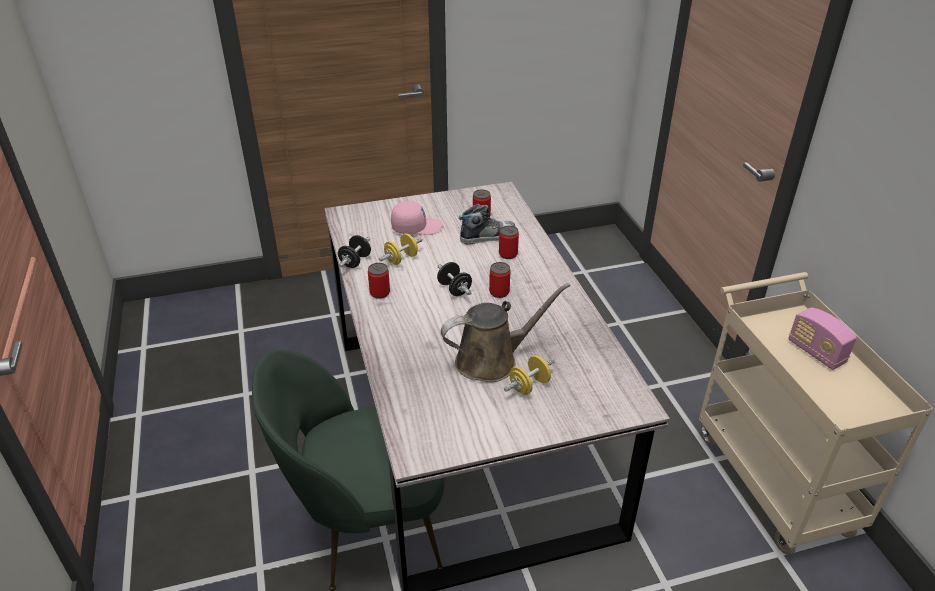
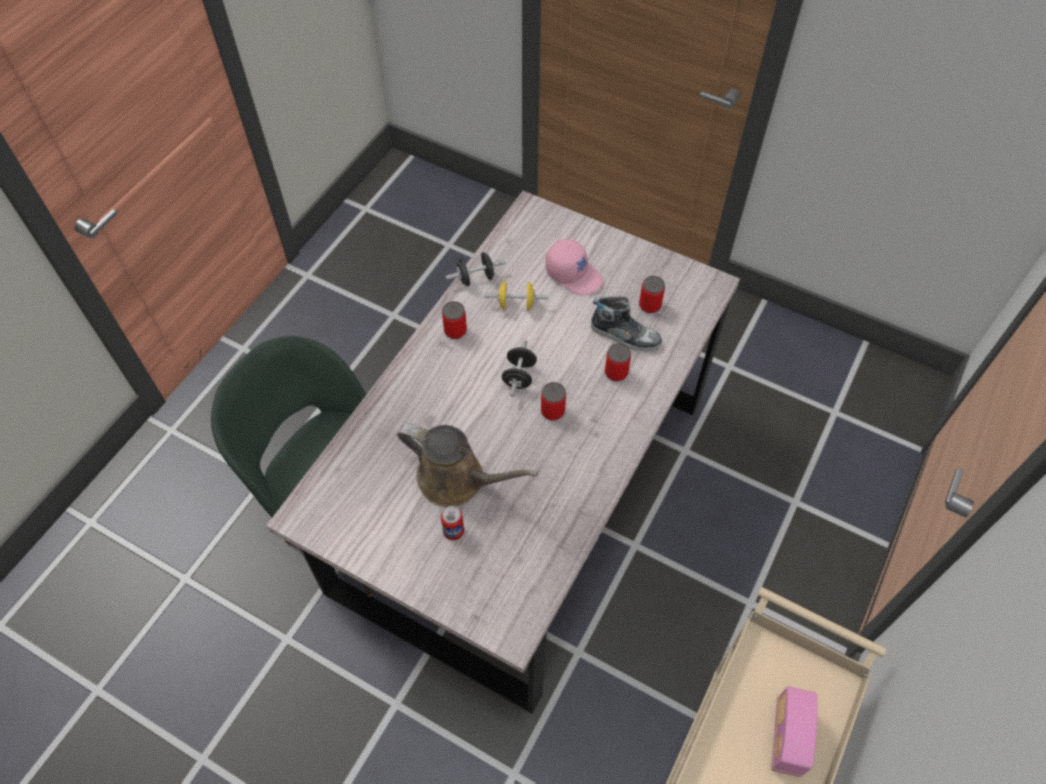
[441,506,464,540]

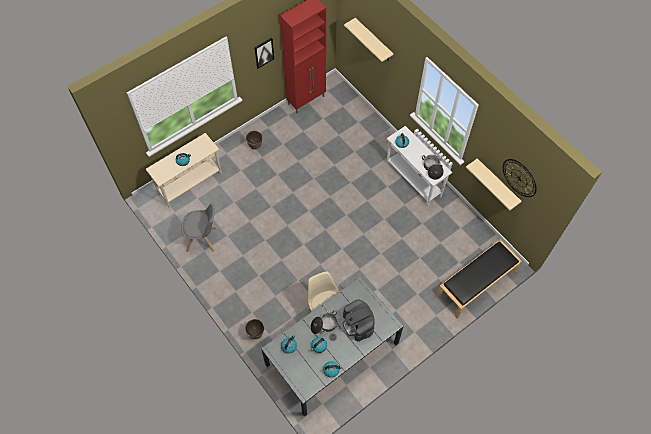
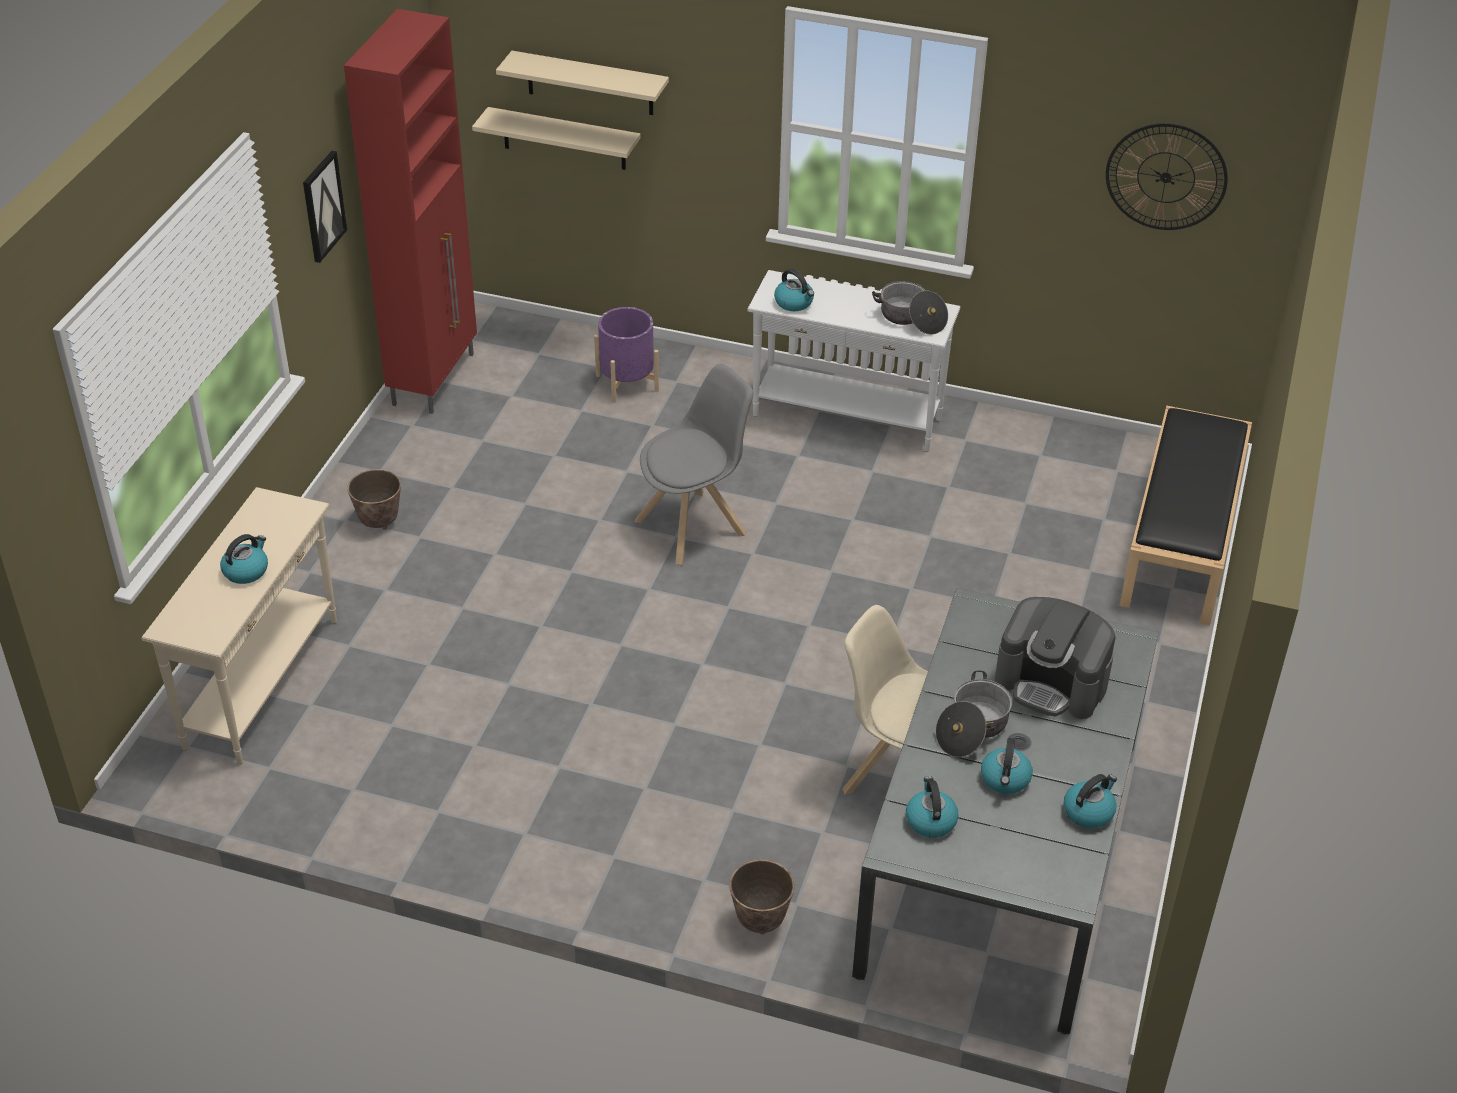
[594,307,659,403]
[634,364,753,565]
[472,107,641,170]

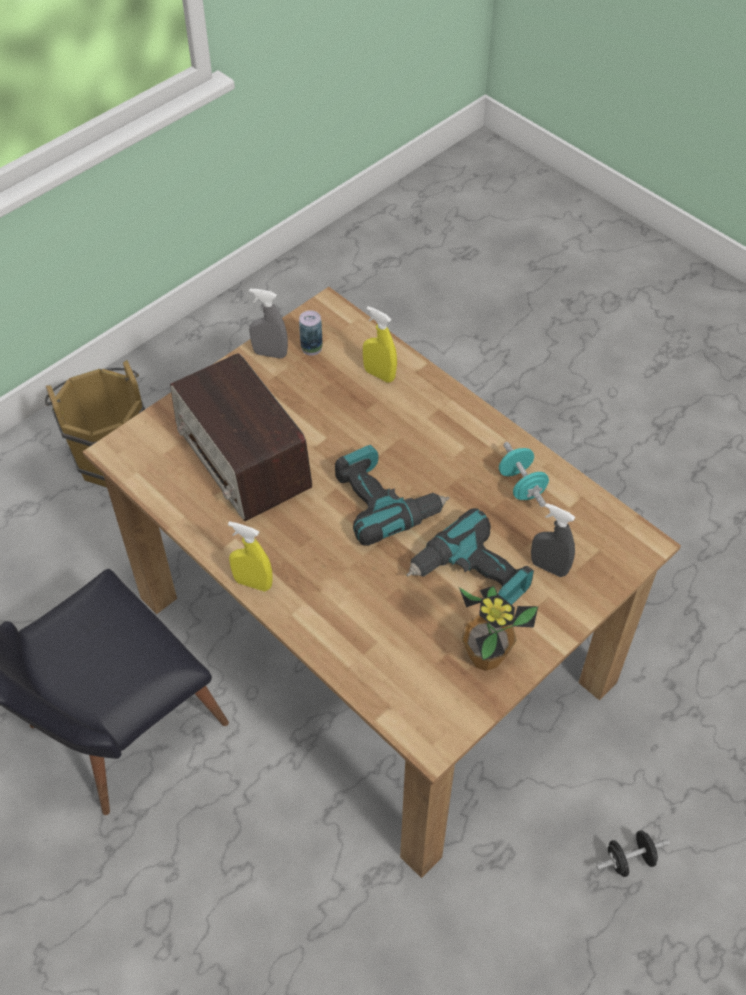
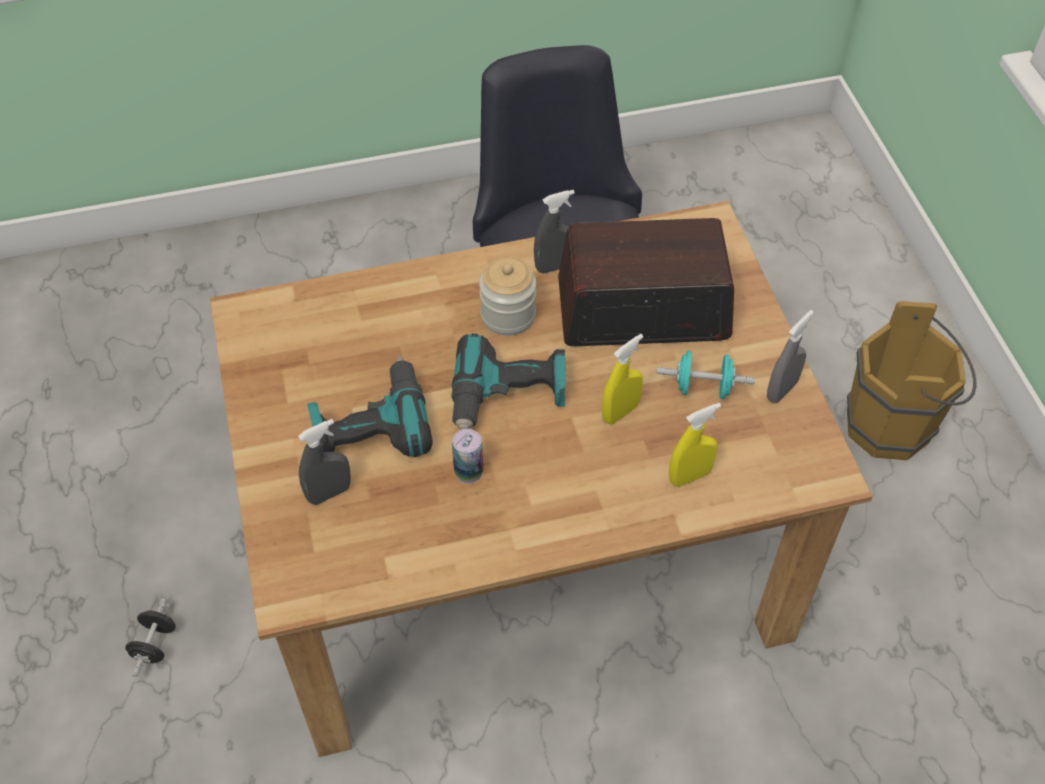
[459,586,538,671] (first image)
[479,257,536,336]
[534,190,575,273]
[602,334,643,424]
[452,429,483,483]
[657,351,755,399]

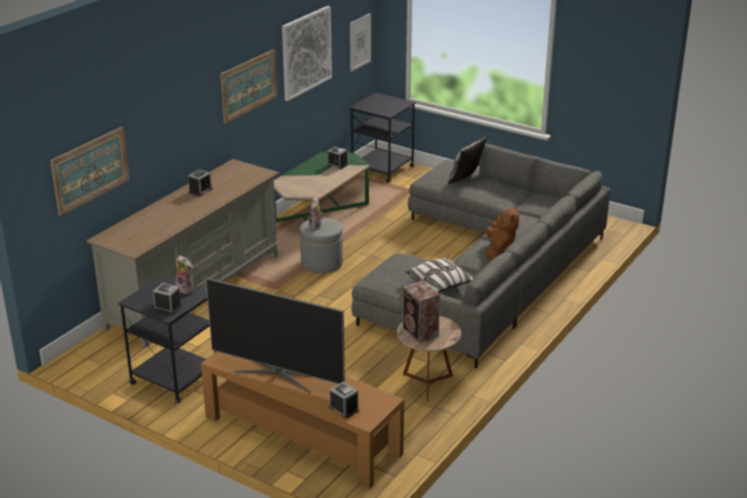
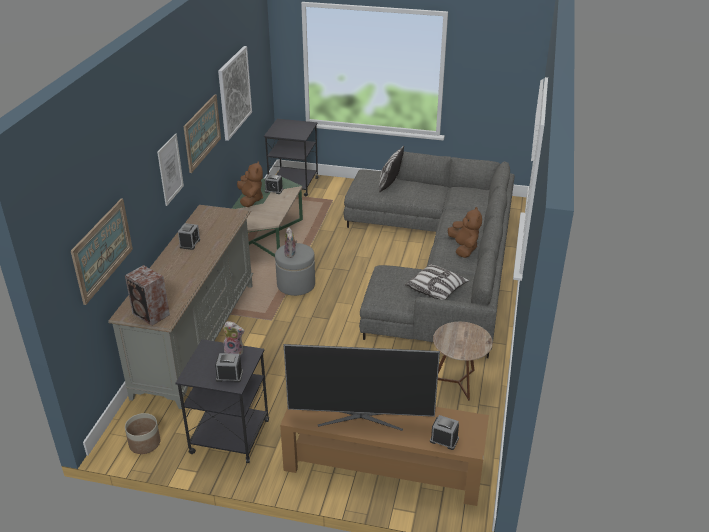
[125,413,160,454]
[237,162,263,207]
[157,134,184,206]
[125,265,170,326]

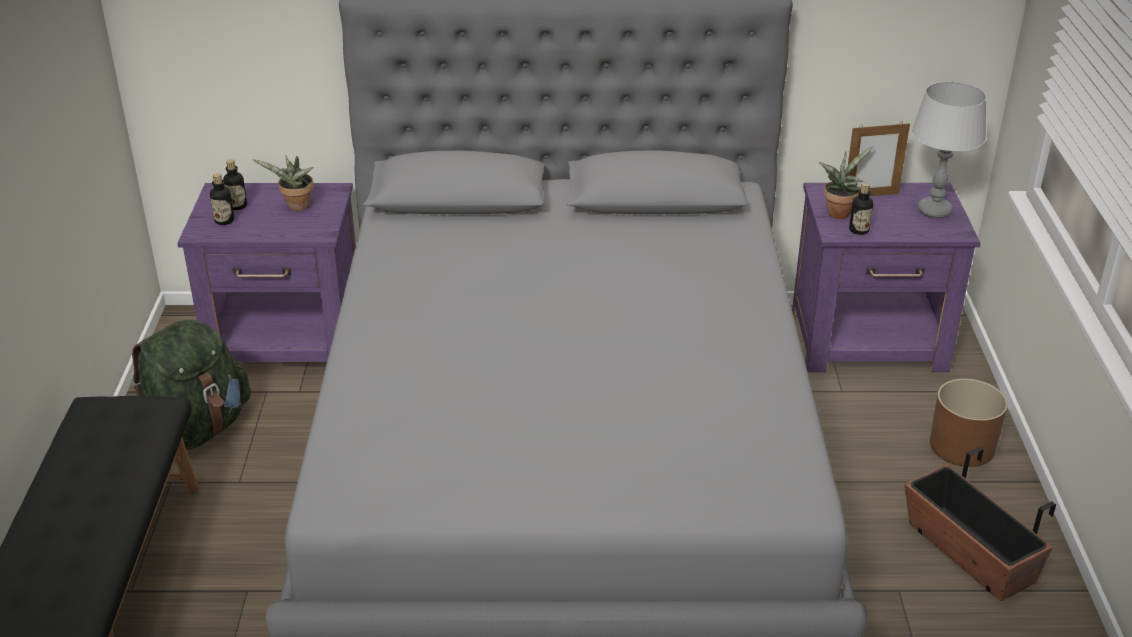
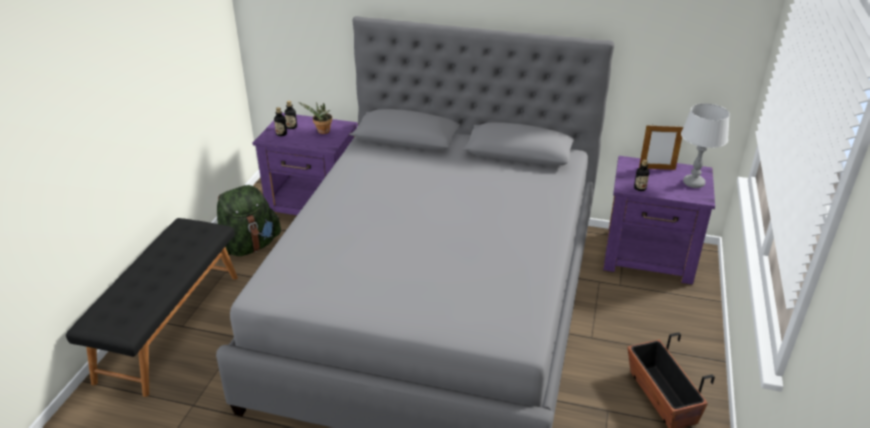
[819,146,874,219] (first image)
[930,379,1008,467] (first image)

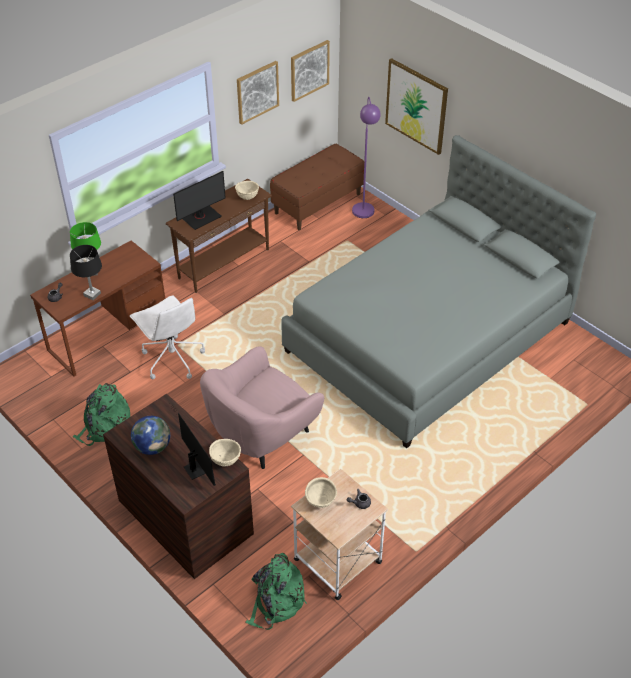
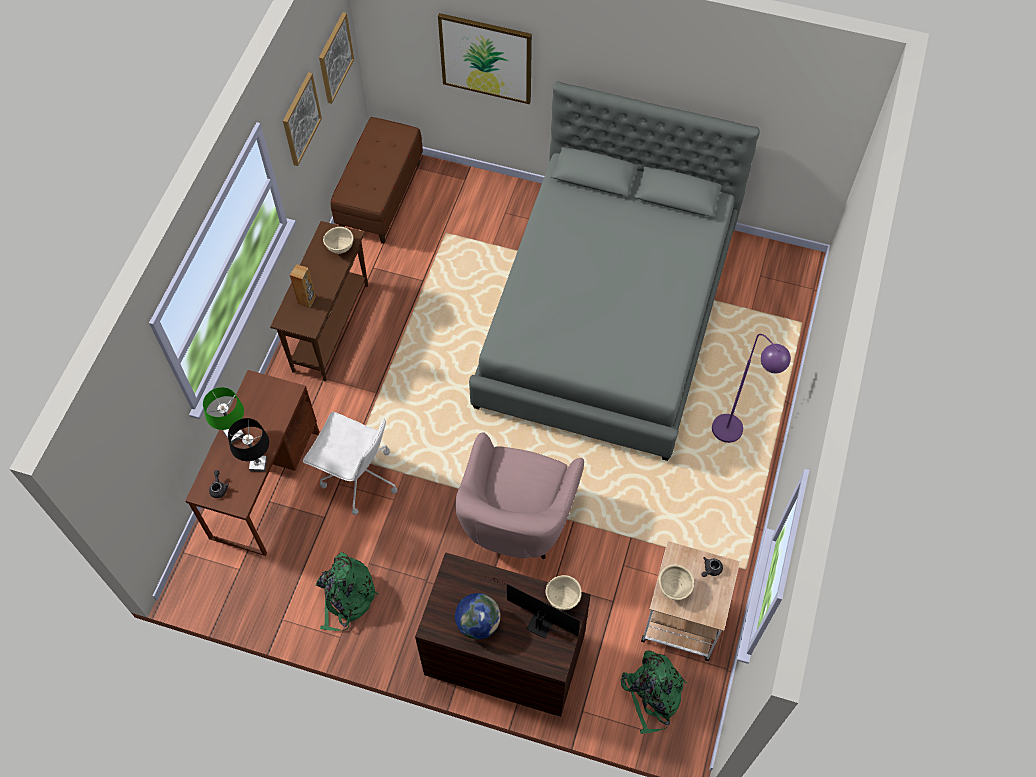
[712,334,791,443]
[290,264,316,308]

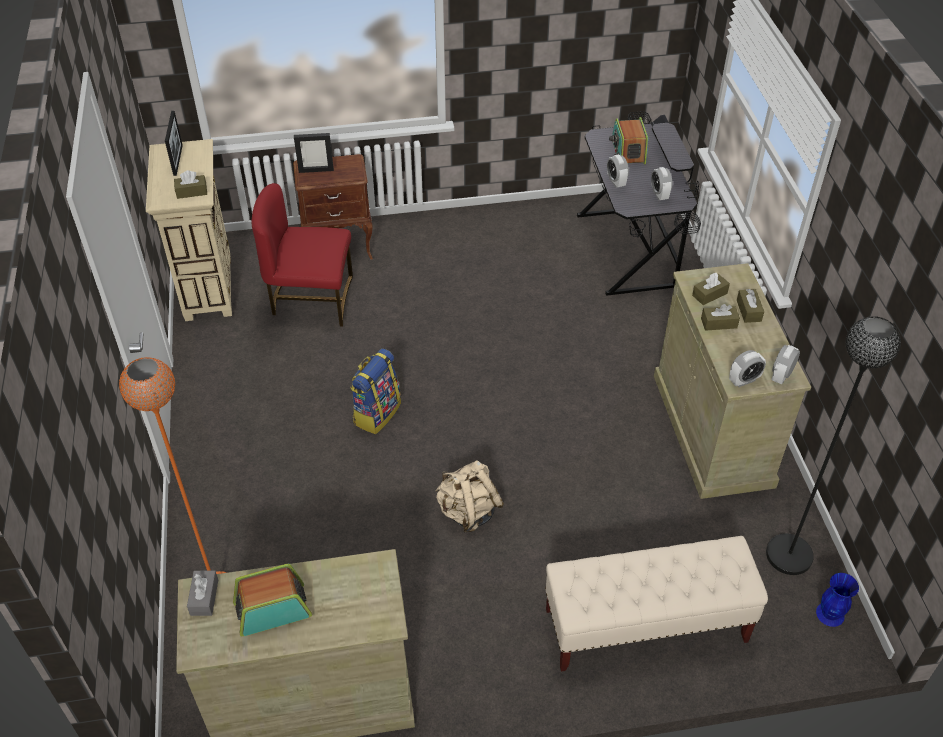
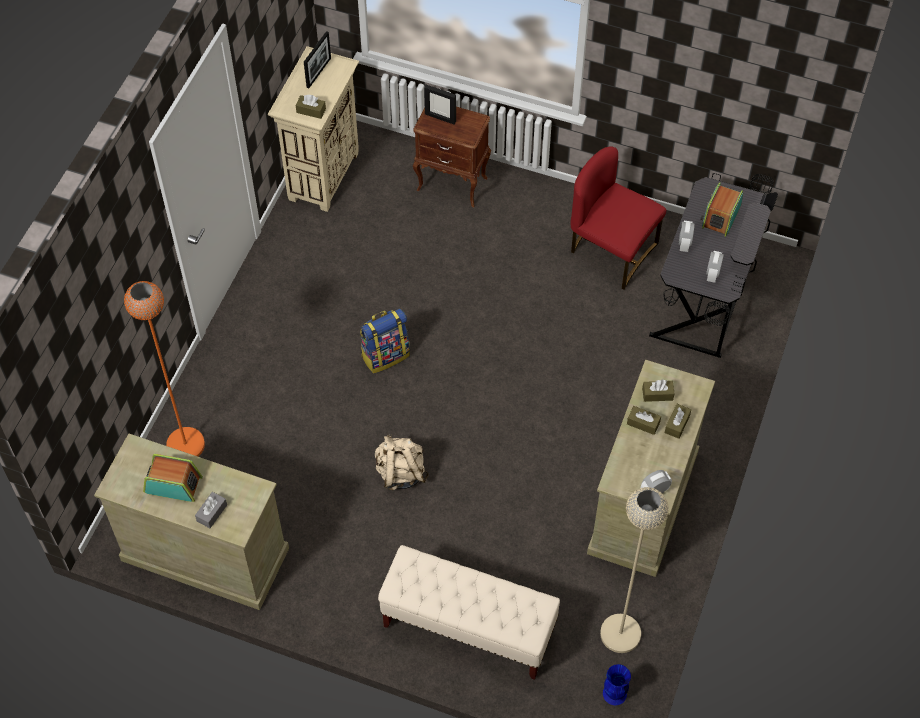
[729,350,766,387] (first image)
[195,492,227,528]
[571,147,666,290]
[600,487,669,653]

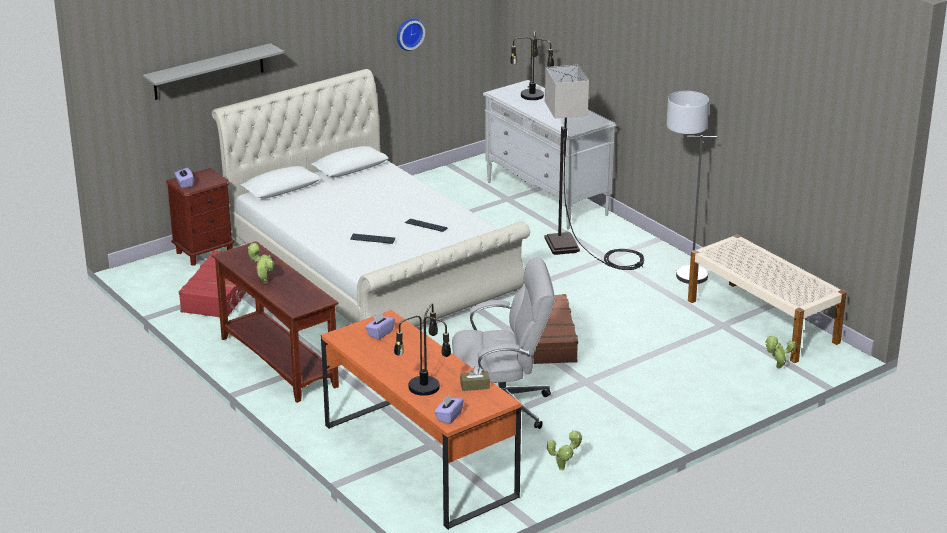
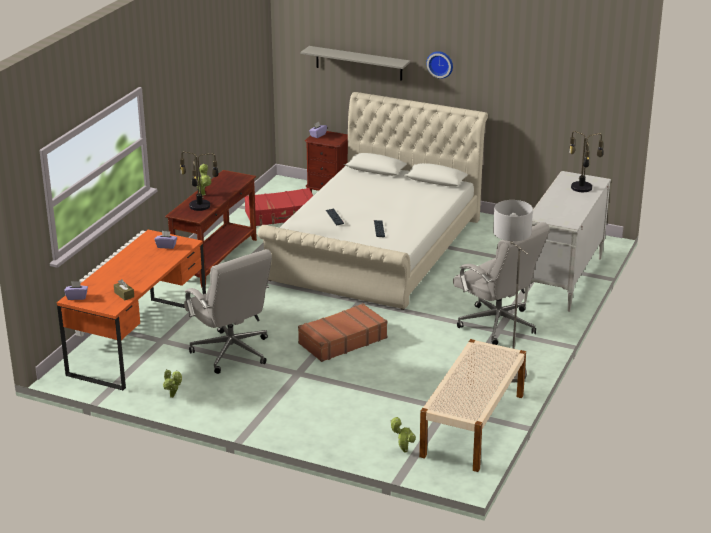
[180,152,218,211]
[426,51,453,79]
[453,222,549,345]

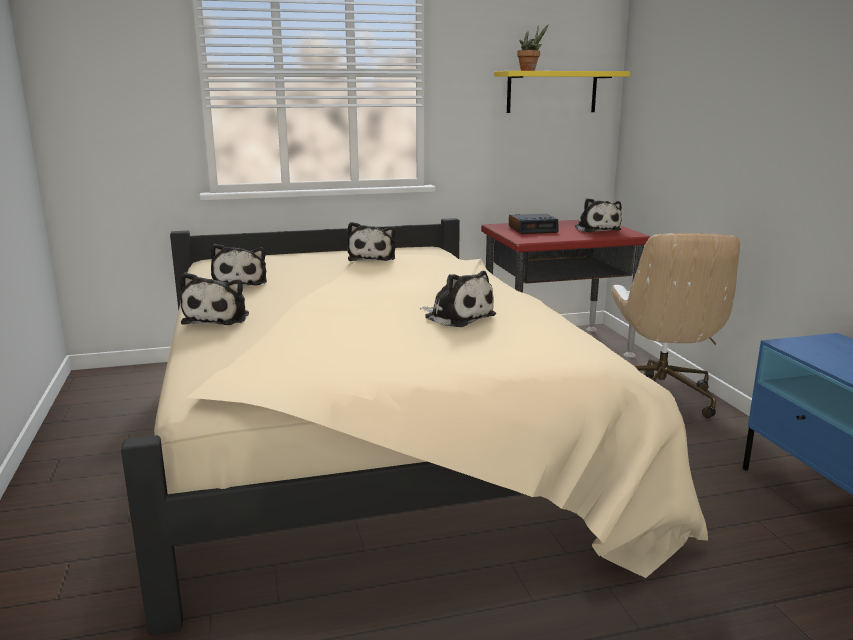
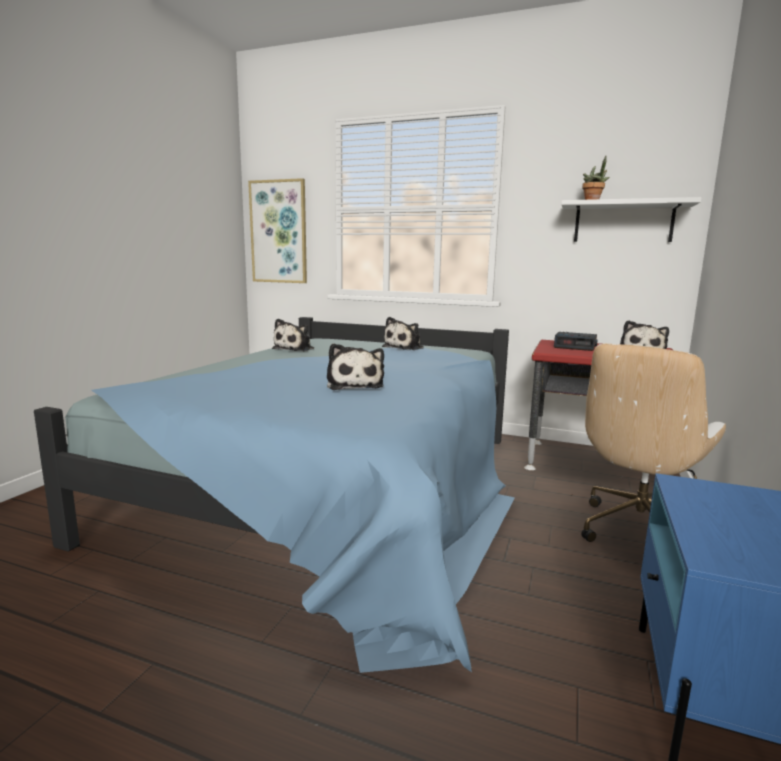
[180,272,249,325] (first image)
[248,178,307,283]
[34,317,515,673]
[561,197,701,242]

